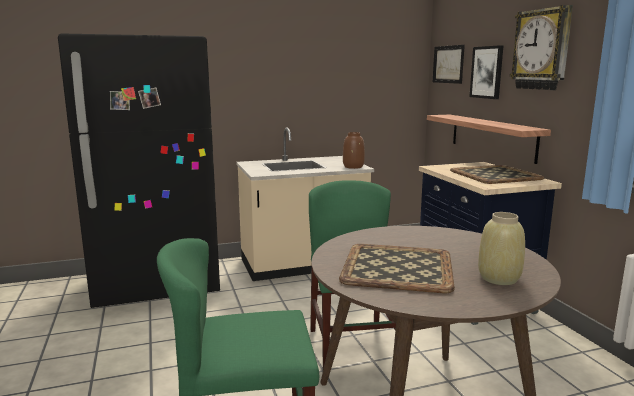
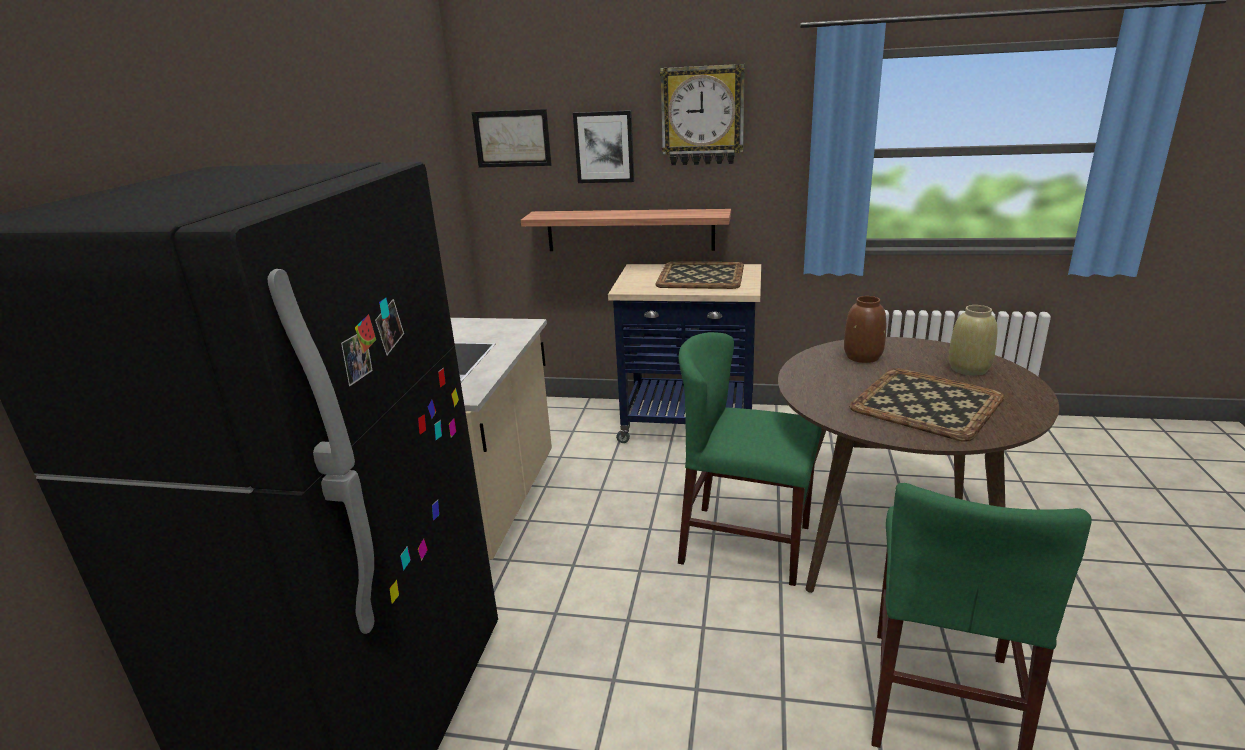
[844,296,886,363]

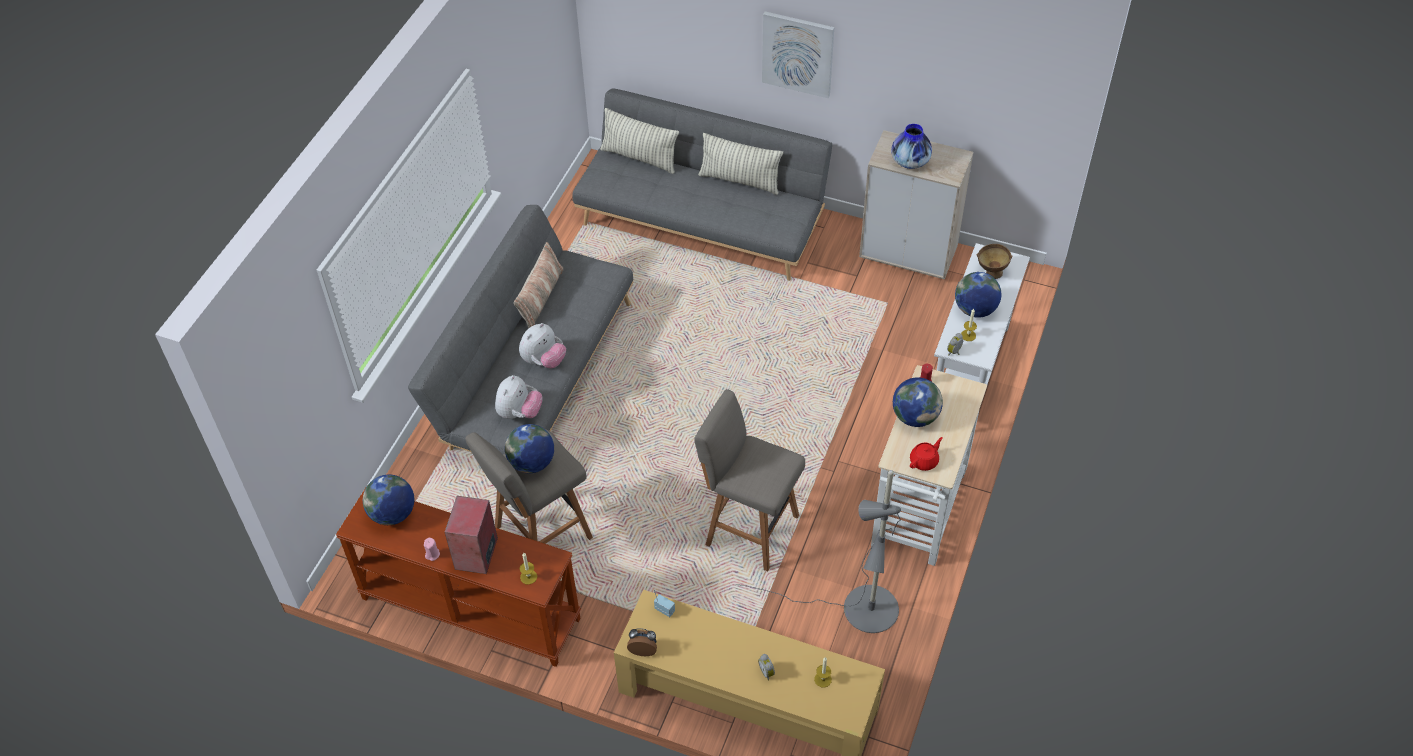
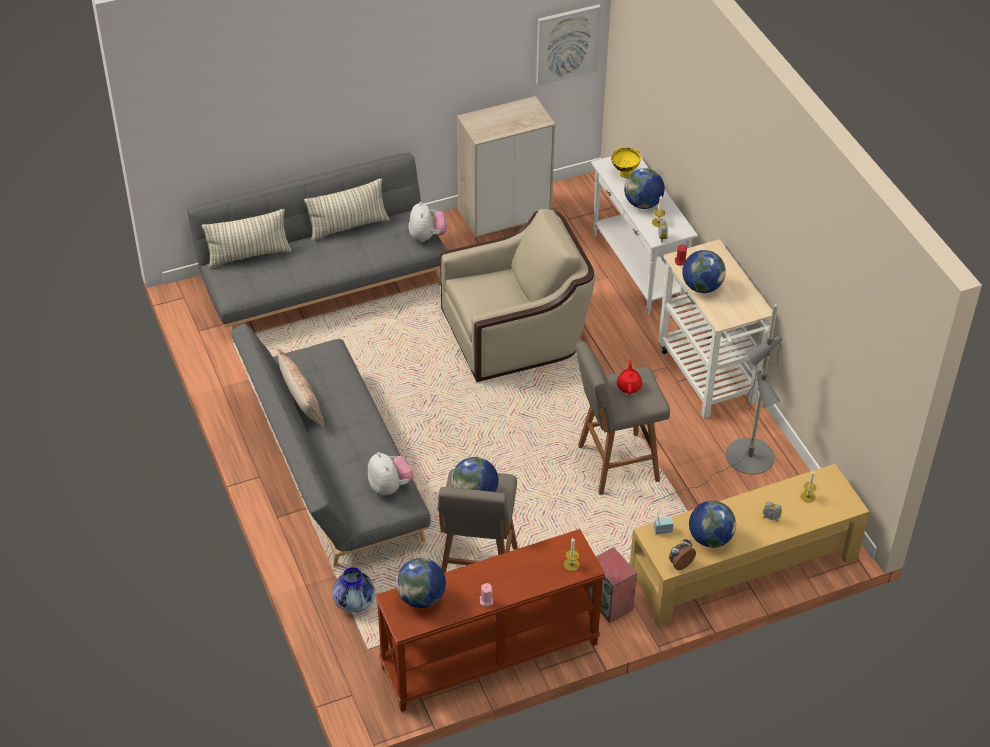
[440,209,595,382]
[689,501,736,548]
[588,547,637,623]
[409,201,447,242]
[536,4,601,86]
[332,567,375,613]
[617,360,642,394]
[611,147,641,178]

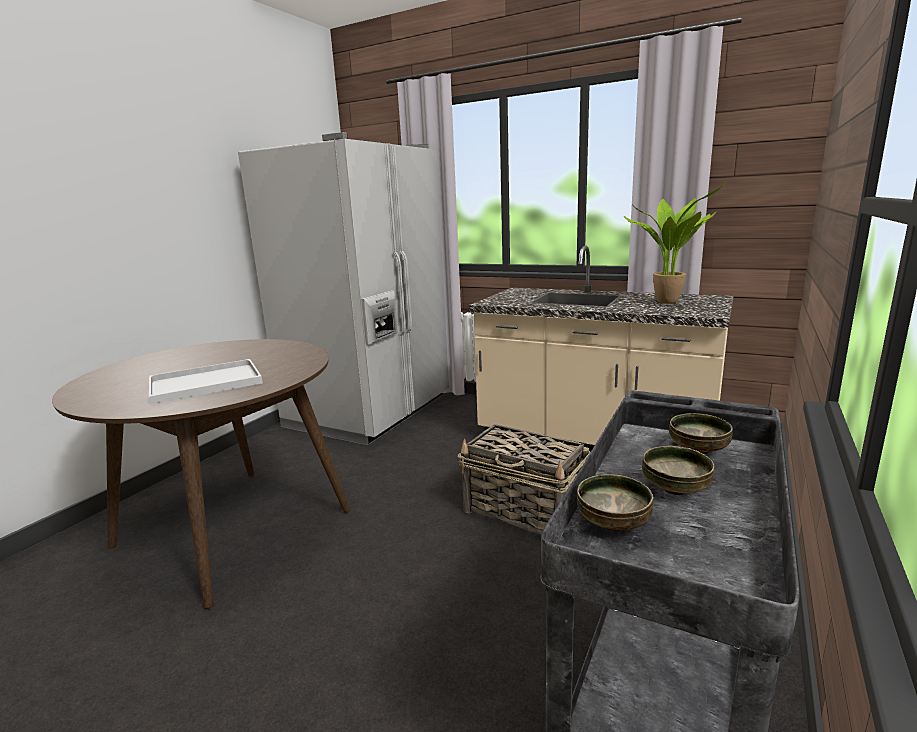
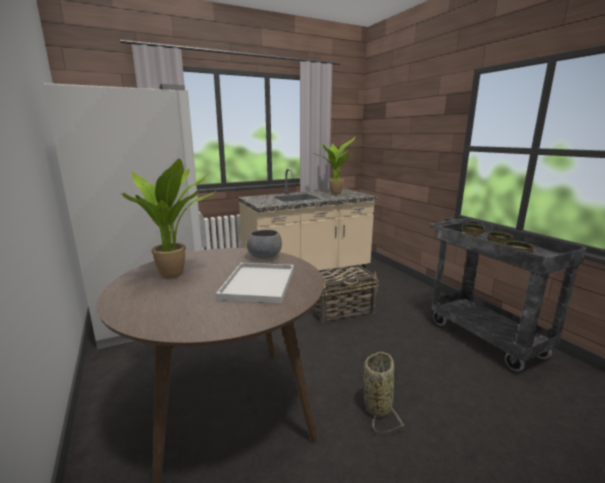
[122,159,216,279]
[247,230,282,259]
[364,352,405,432]

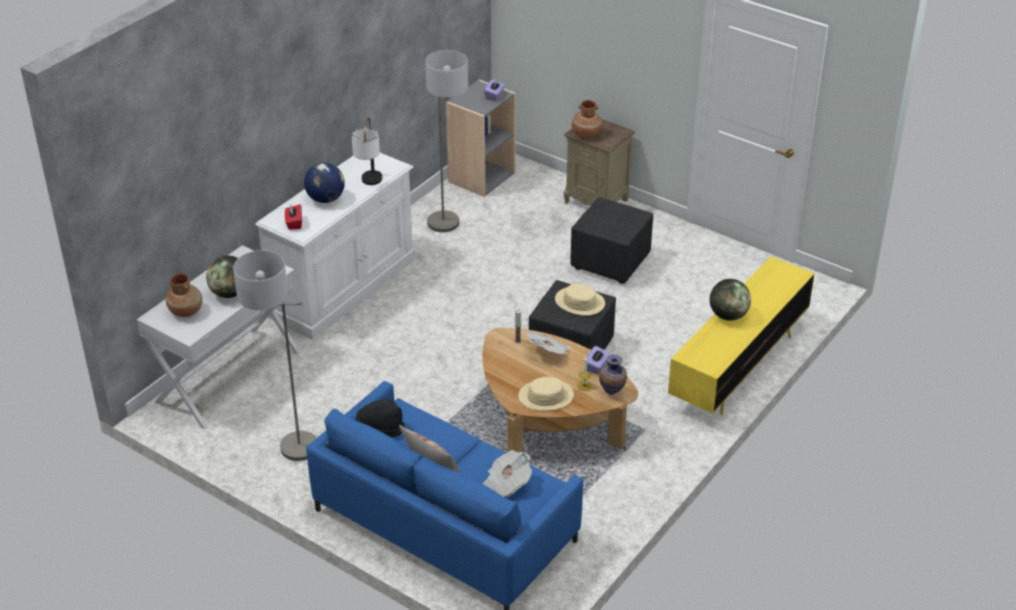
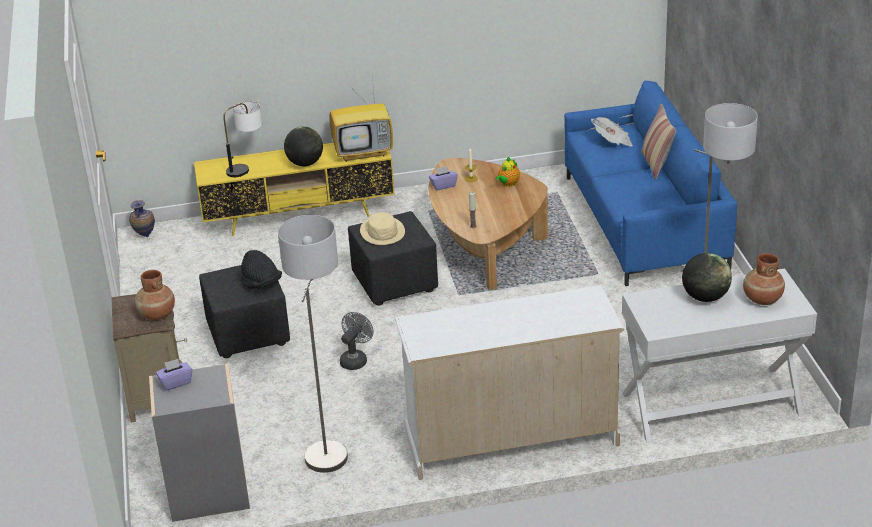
[285,204,302,230] (first image)
[304,163,345,203] (first image)
[526,332,571,355] (first image)
[329,77,393,162]
[340,312,373,370]
[223,101,262,177]
[241,250,282,289]
[129,200,155,237]
[496,157,520,187]

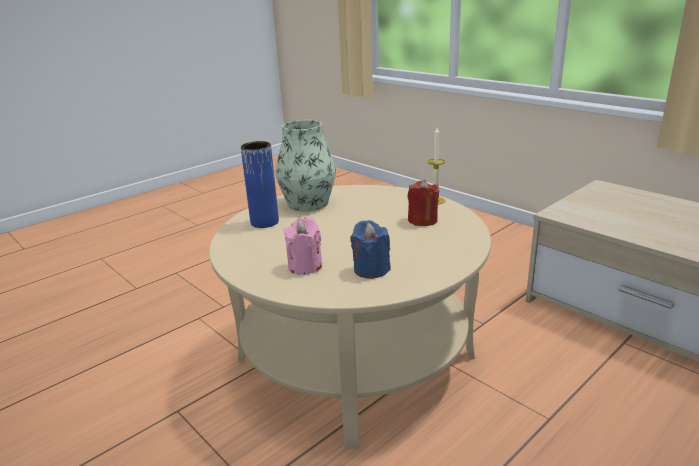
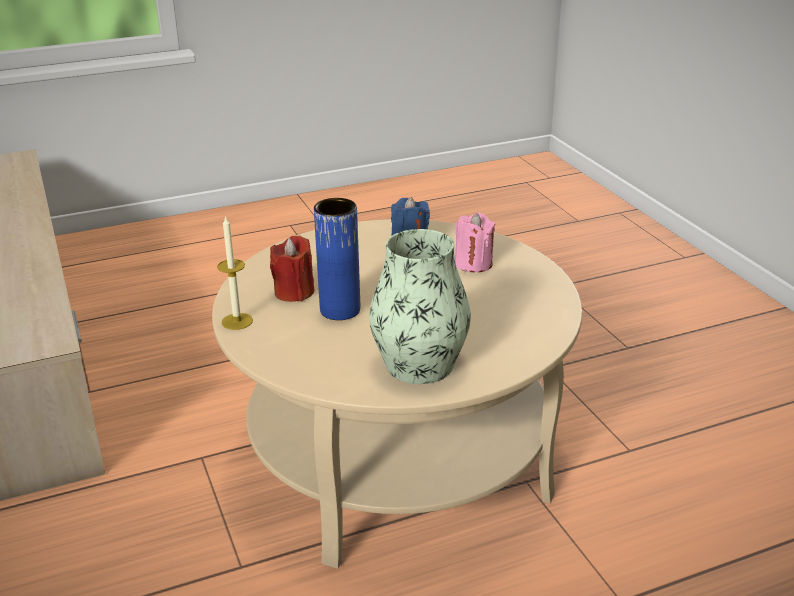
[314,198,360,320]

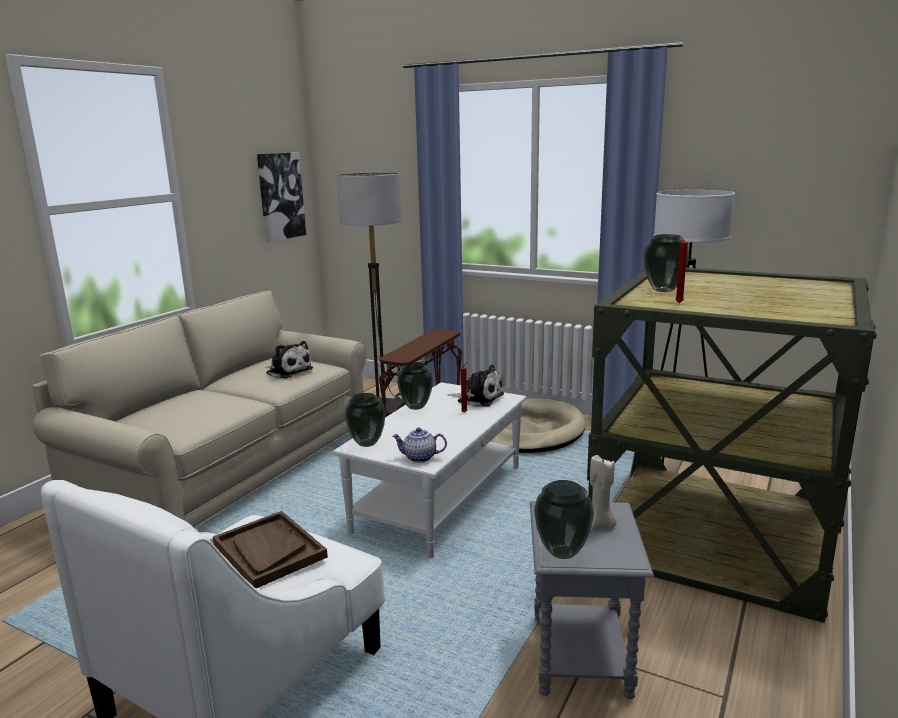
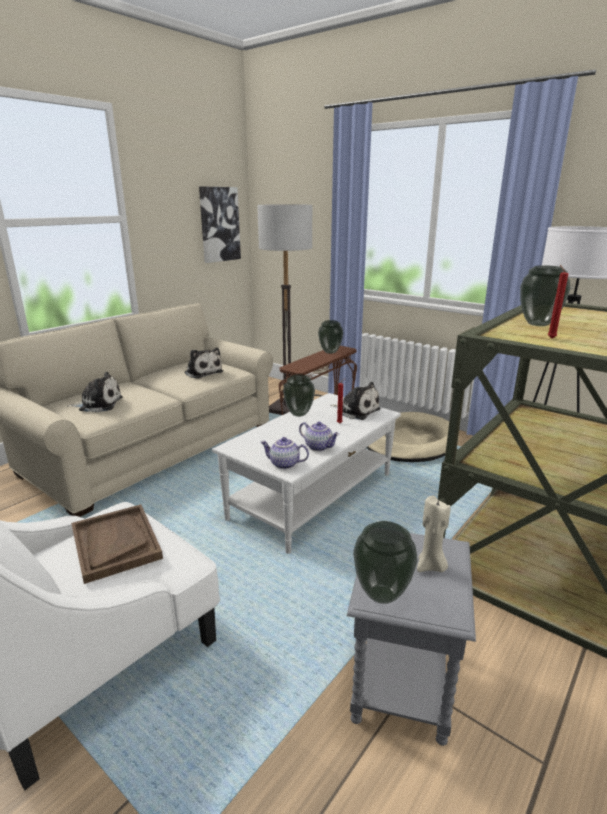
[67,372,123,412]
[299,422,340,451]
[318,320,343,354]

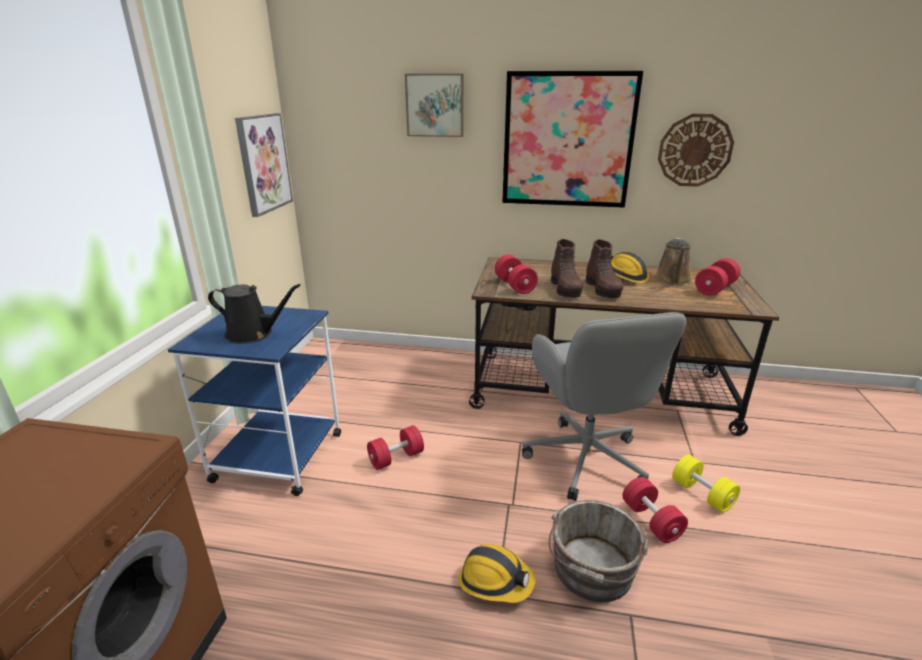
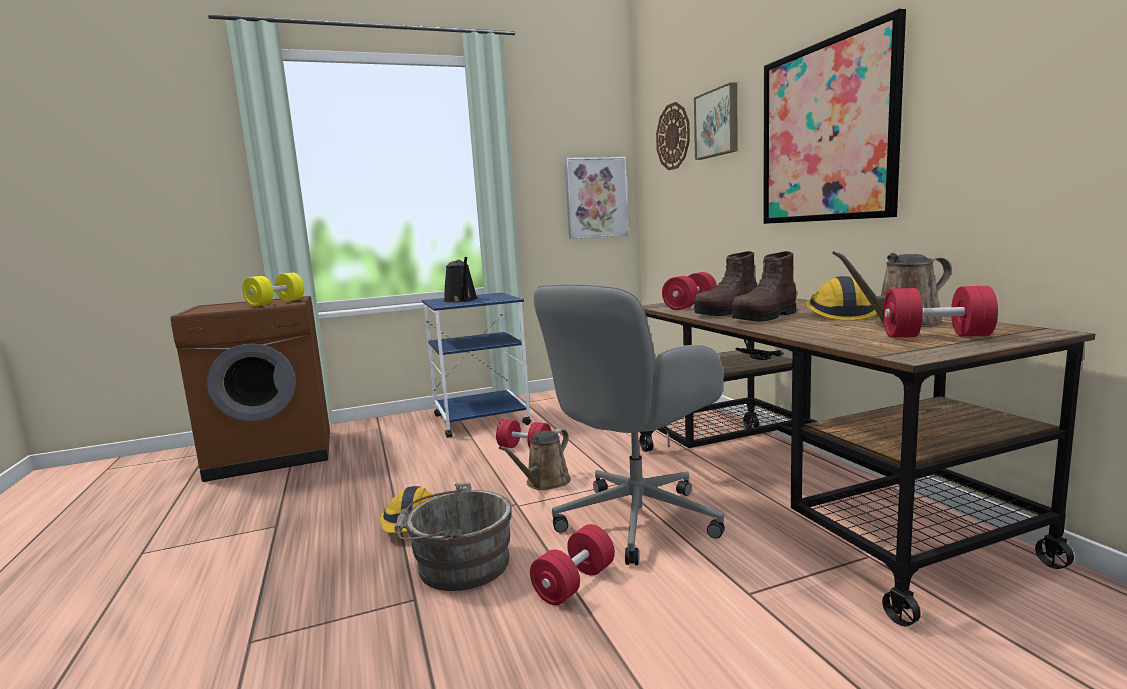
[499,429,571,490]
[656,102,690,170]
[242,273,305,306]

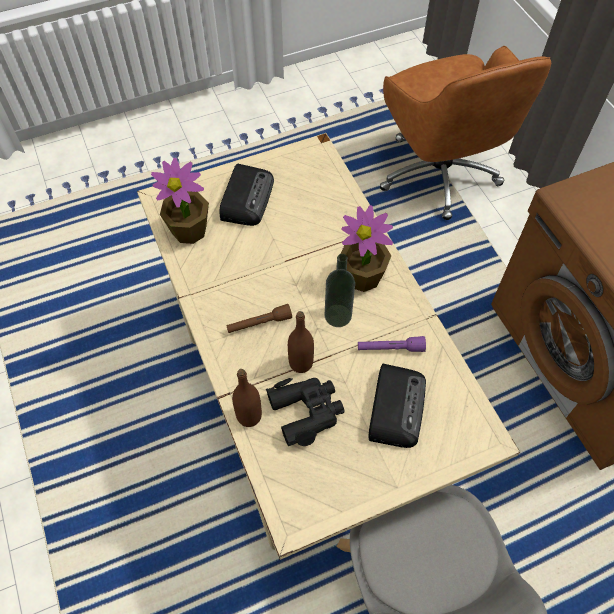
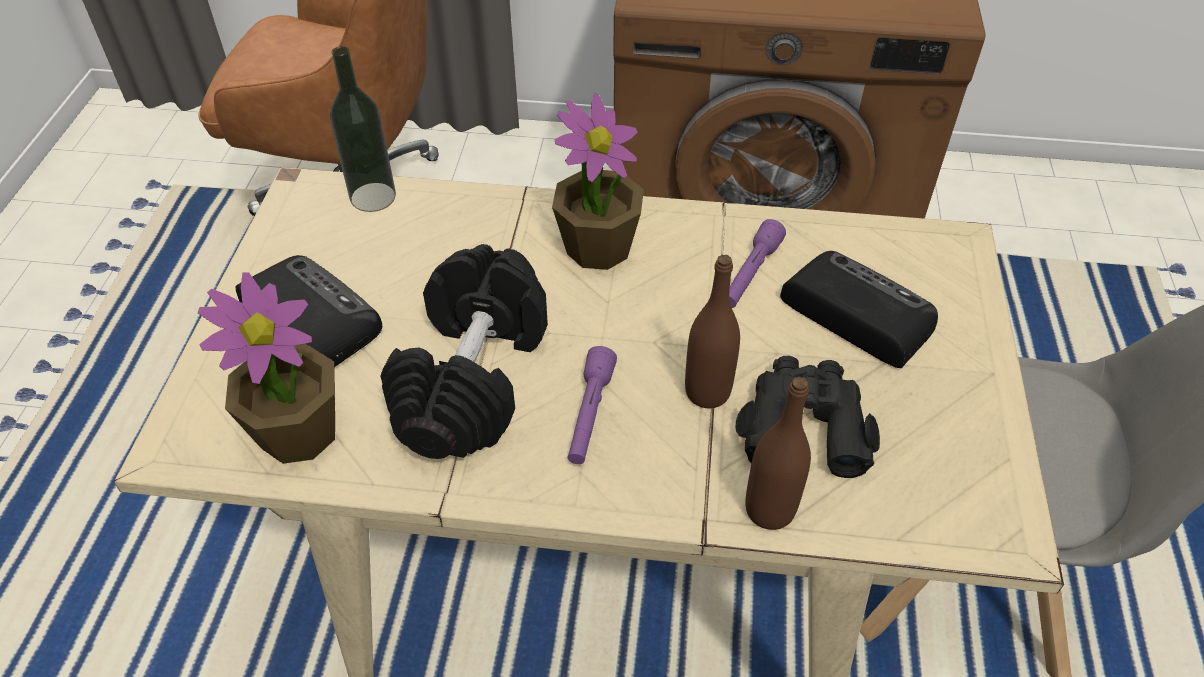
[380,244,548,459]
[330,46,396,212]
[568,346,617,464]

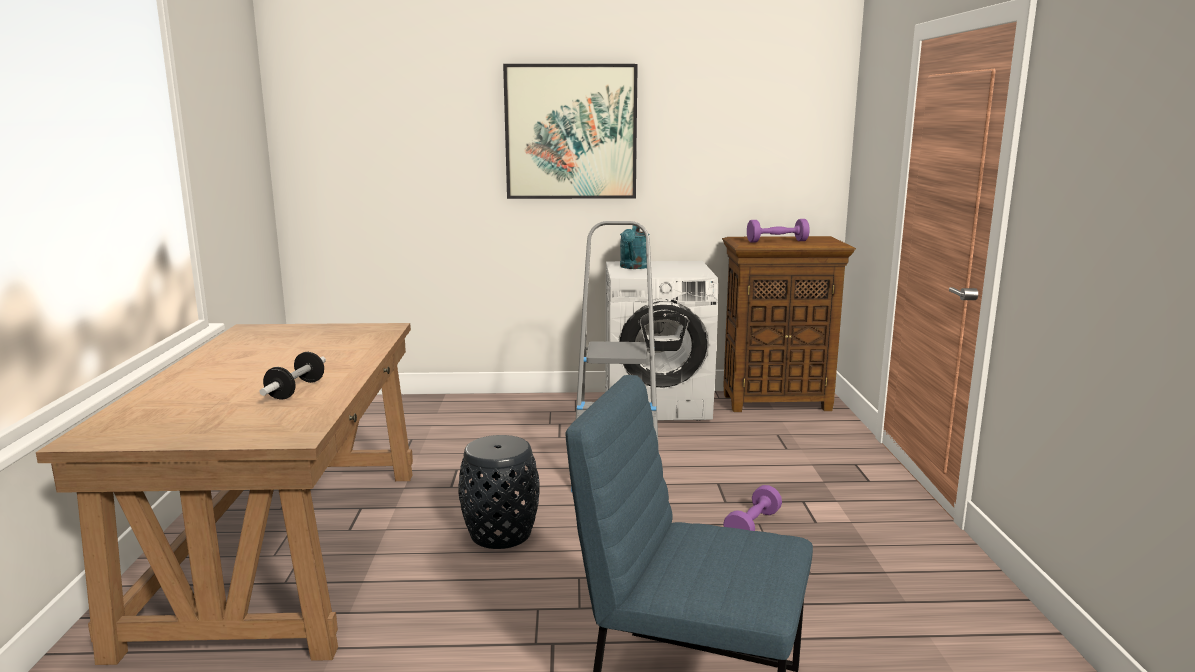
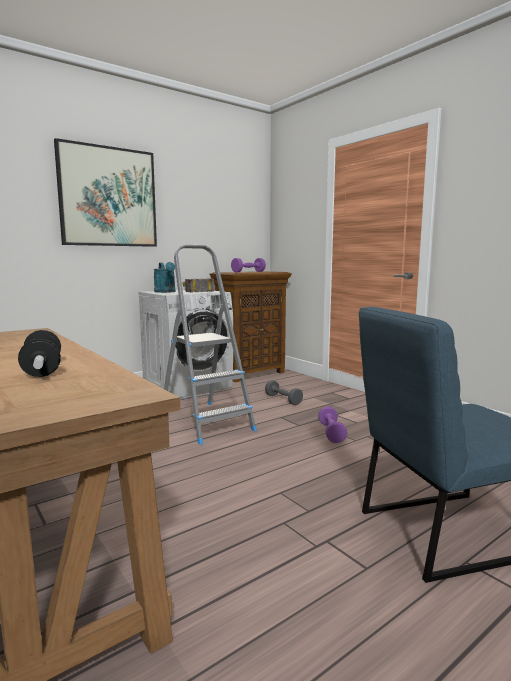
[458,435,540,549] (first image)
[183,278,214,292]
[265,380,303,405]

